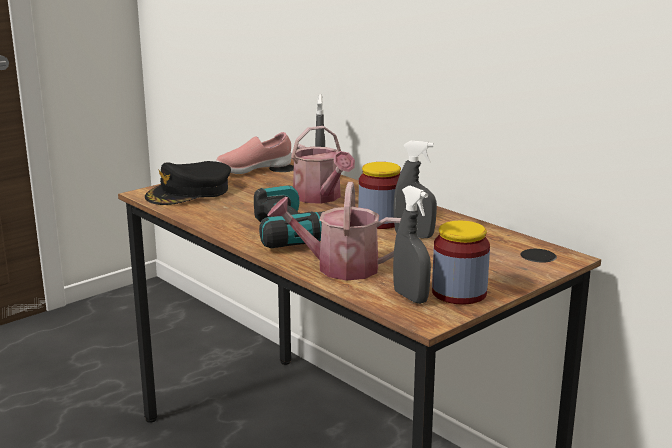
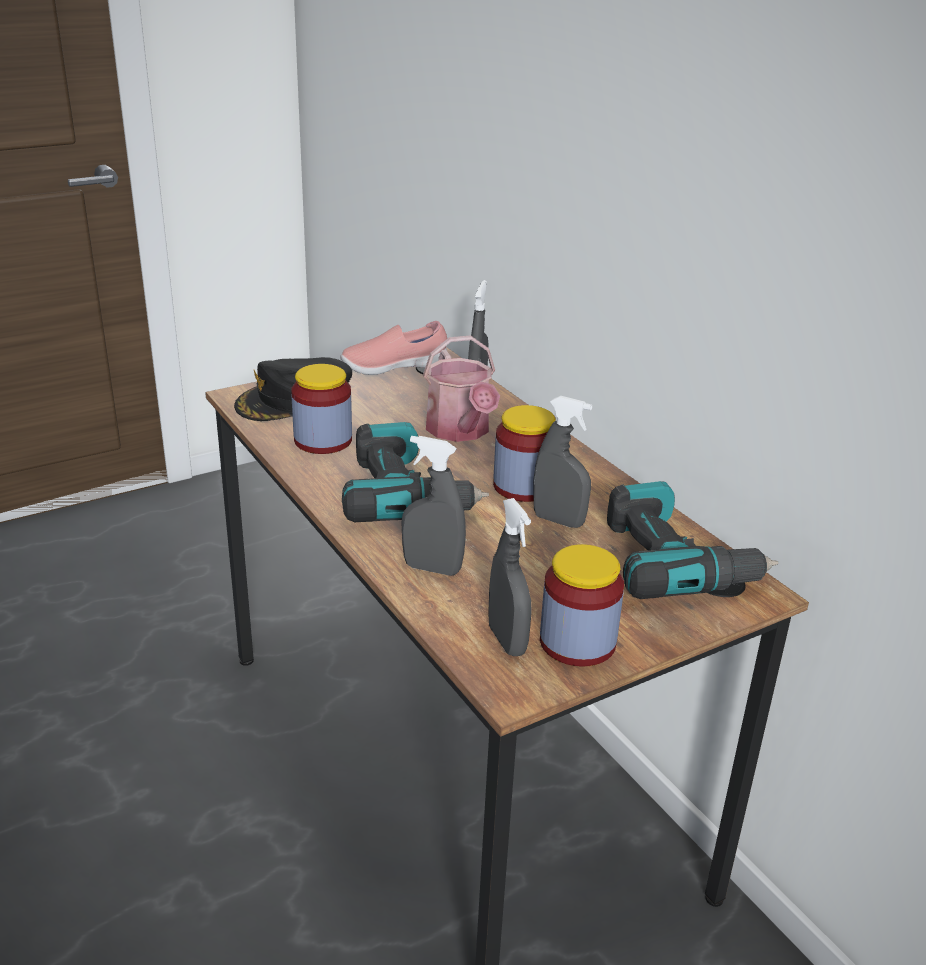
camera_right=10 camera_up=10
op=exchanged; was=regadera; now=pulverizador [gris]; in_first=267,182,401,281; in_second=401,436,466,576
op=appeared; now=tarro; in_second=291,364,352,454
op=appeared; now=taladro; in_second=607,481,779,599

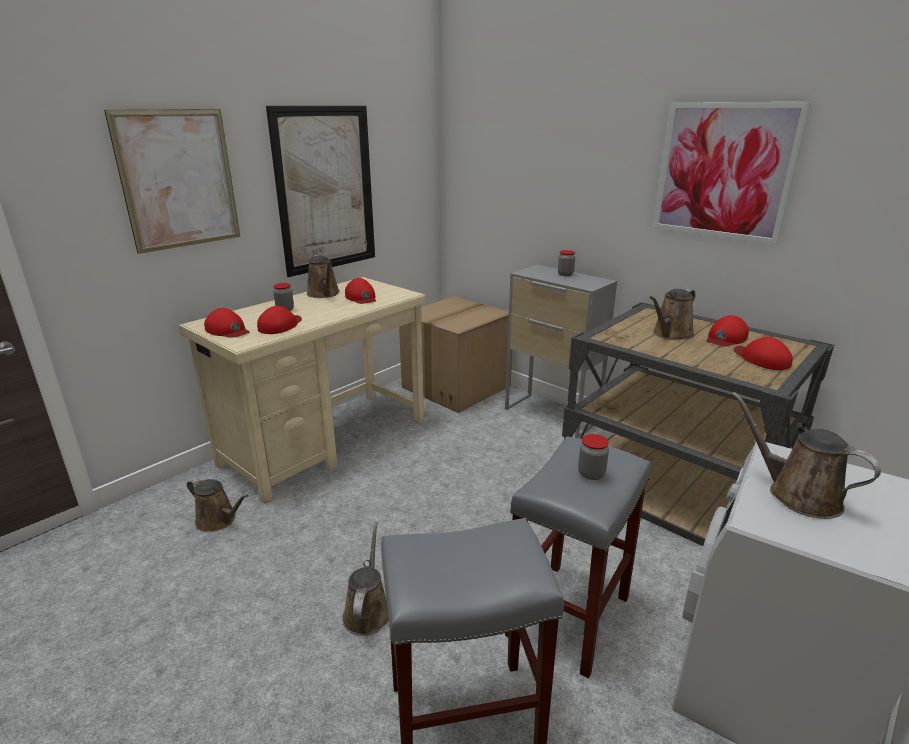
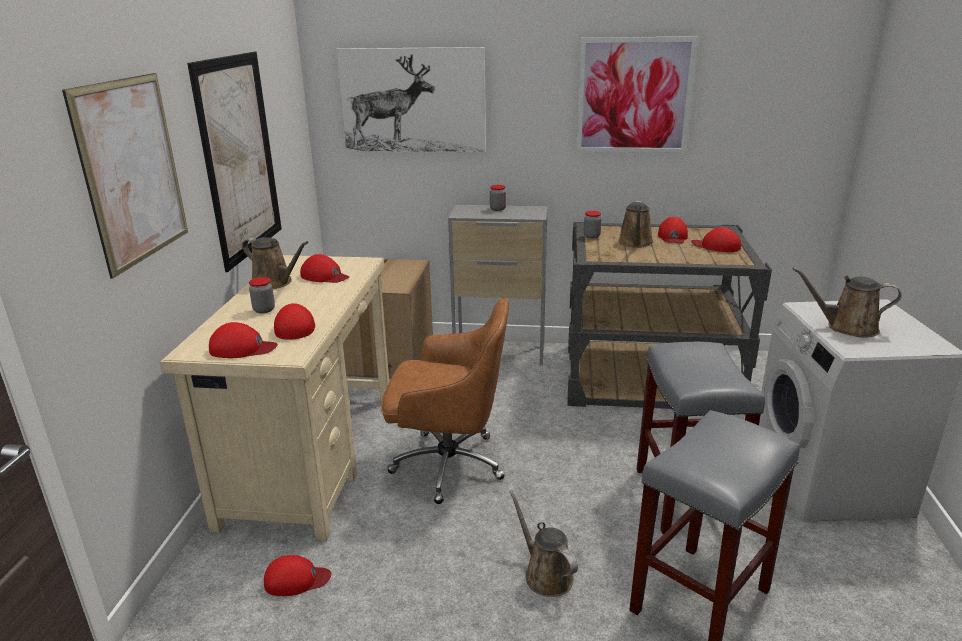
camera_right=-35 camera_up=0
op=relocated; was=tarro; in_first=578,434,609,480; in_second=584,211,602,238
op=exchanged; was=regadera [marrón]; now=gorra [rojo]; in_first=187,478,249,532; in_second=264,555,331,596
op=appeared; now=cuadro; in_second=336,47,486,152
op=appeared; now=silla de oficina [marrón]; in_second=381,298,509,504

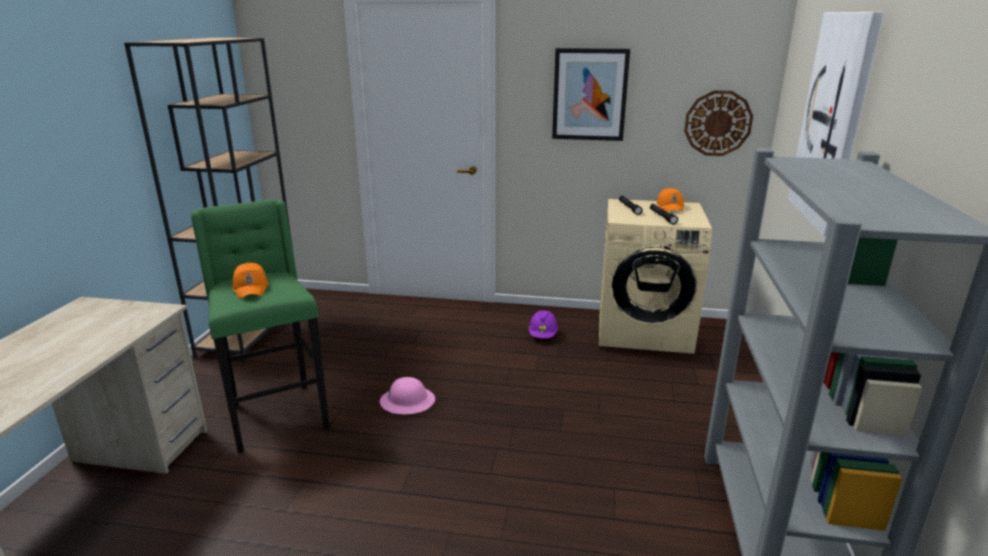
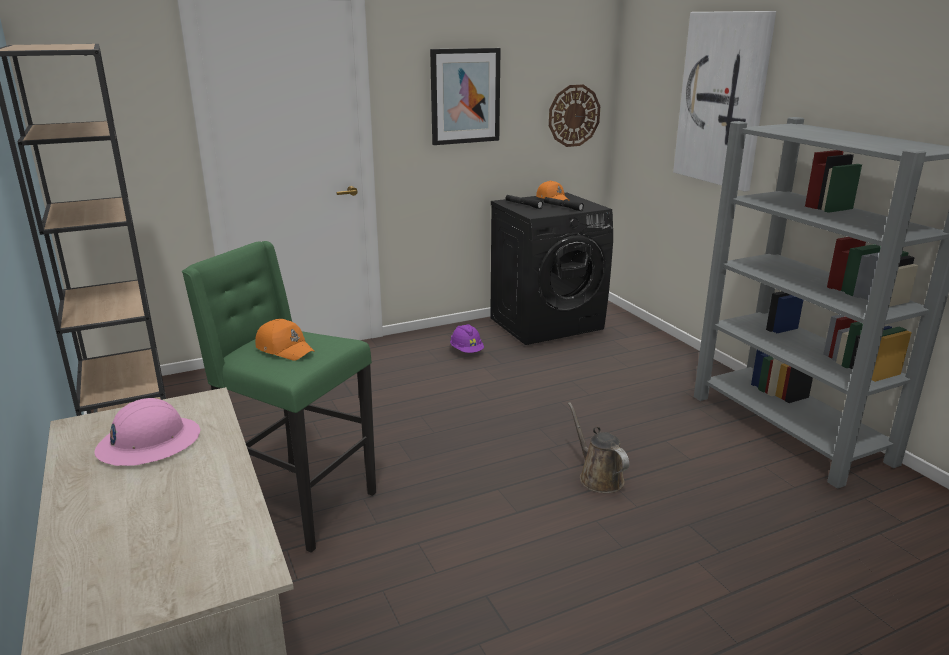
camera_right=-35 camera_up=0
op=colour; was=lavadora [beis]; now=lavadora [negro]; in_first=599,199,712,354; in_second=490,192,613,345
op=relocated; was=casco [rosa]; in_first=380,377,435,414; in_second=94,398,200,466
op=appeared; now=regadera [marrón]; in_second=568,402,629,493

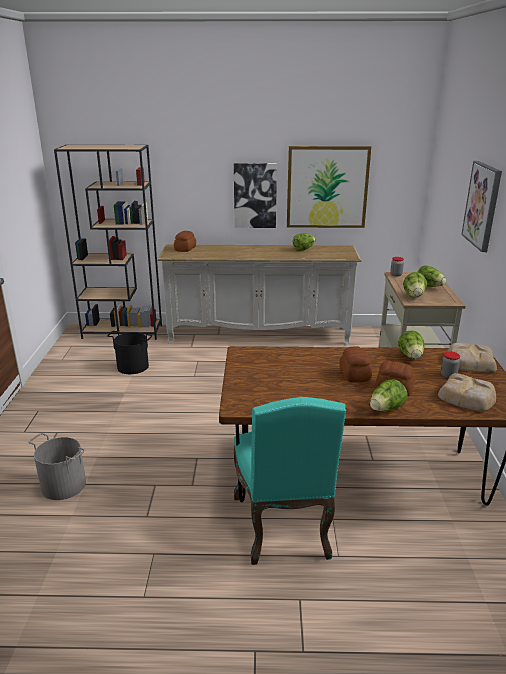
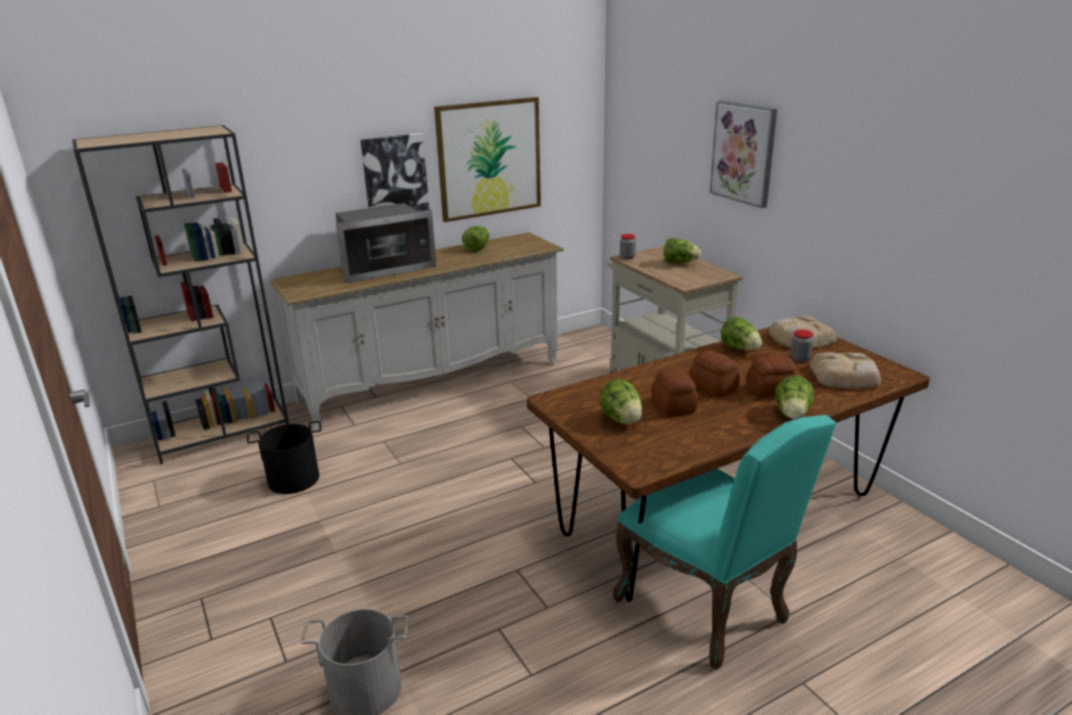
camera_right=-30 camera_up=0
op=relocated; was=pan; in_first=174,231,196,252; in_second=651,367,699,417
op=relocated; was=lechuga; in_first=403,272,427,298; in_second=599,379,642,424
op=appeared; now=microondas; in_second=335,203,436,283

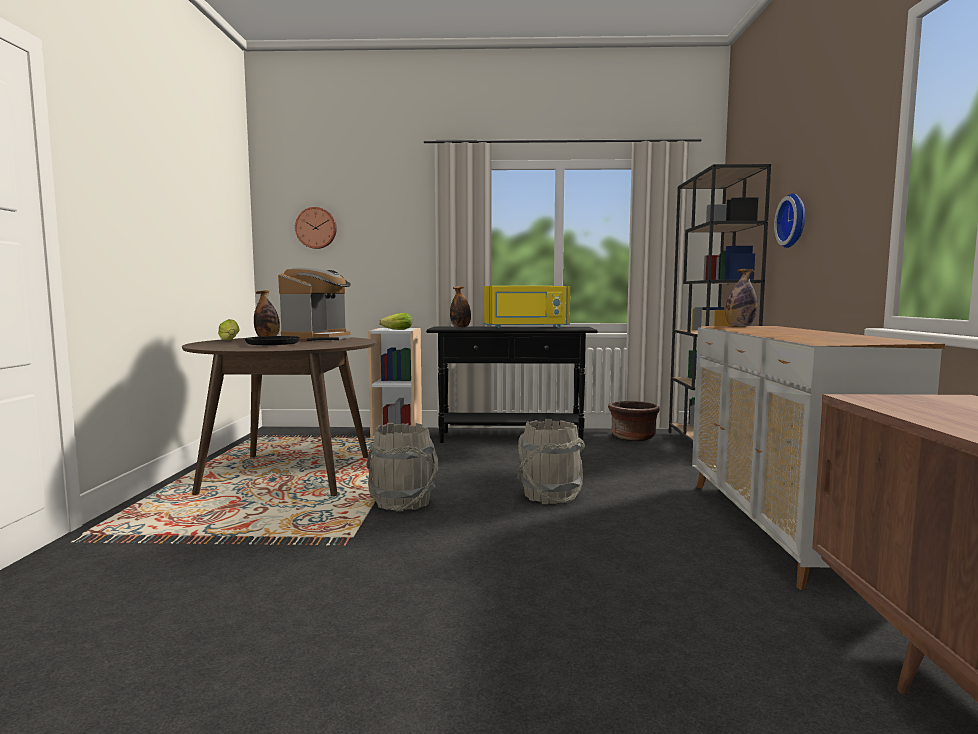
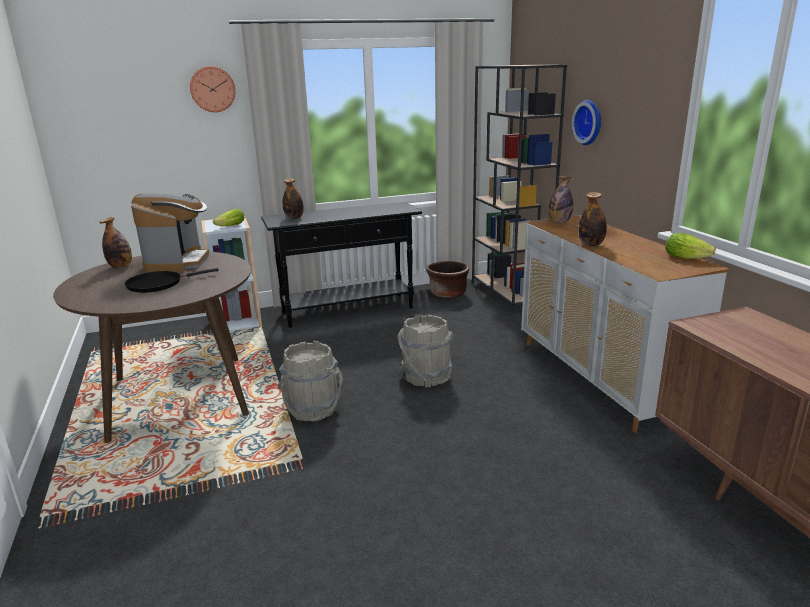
camera_right=-20 camera_up=15
op=relocated; was=reloj de pared; in_first=295,207,337,249; in_second=190,66,235,112
op=missing; was=microondas [amarillo]; in_first=483,286,570,328
op=relocated; was=lechuga; in_first=218,319,239,340; in_second=665,233,716,259
op=appeared; now=botella; in_second=578,192,607,246

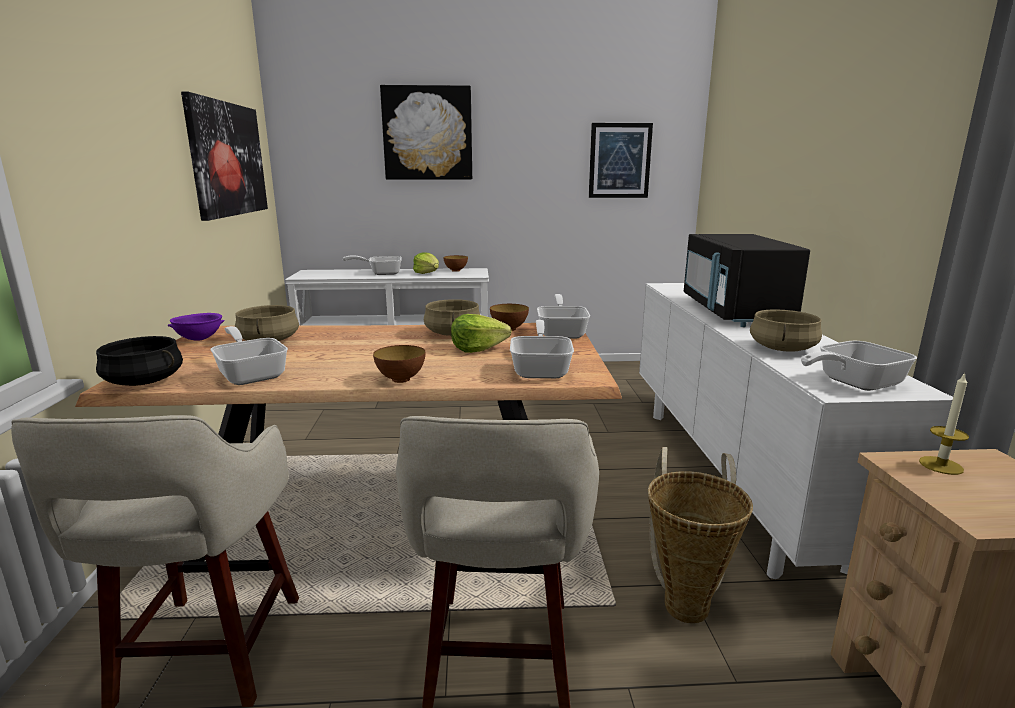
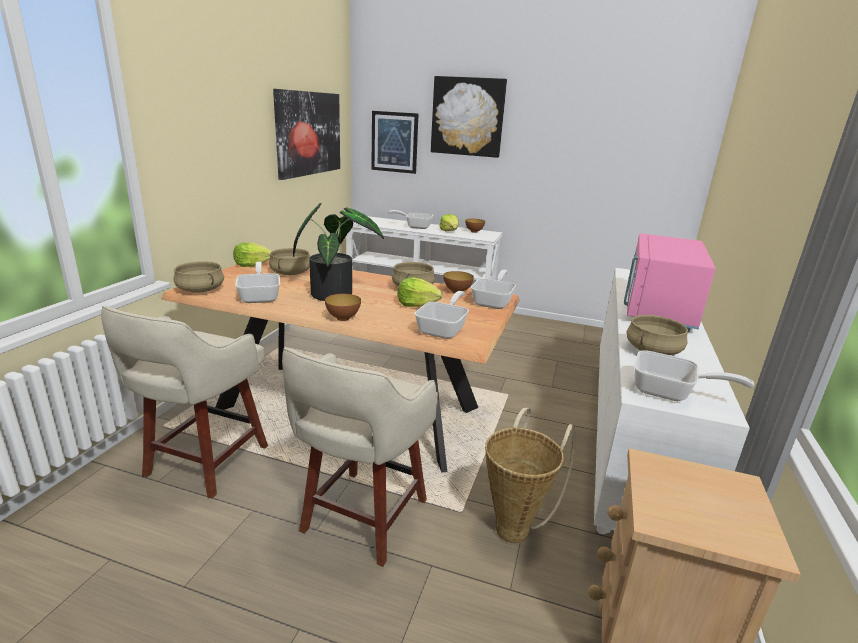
camera_right=20 camera_up=5
op=relocated; was=cuadro; in_first=589,123,653,198; in_second=371,111,418,174
op=colour; was=microondas [negro]; now=microondas [rosa]; in_first=684,234,810,327; in_second=624,233,716,332
op=exchanged; was=cuenco [morado]; now=lechuga; in_first=168,313,225,341; in_second=233,242,272,267
op=colour; was=olla [negro]; now=olla [beis]; in_first=96,336,183,386; in_second=173,261,224,293
op=spun; was=sartén; in_first=801,341,917,391; in_second=634,350,754,401; clockwise=-150
op=missing; was=vela; in_first=919,372,969,475
op=appeared; now=planta en maceta; in_second=293,203,384,301

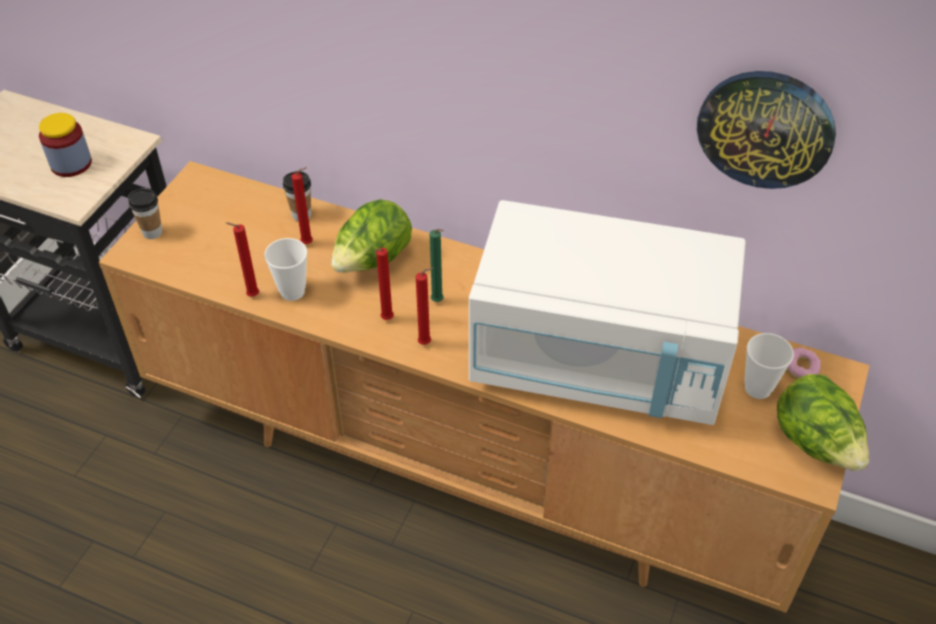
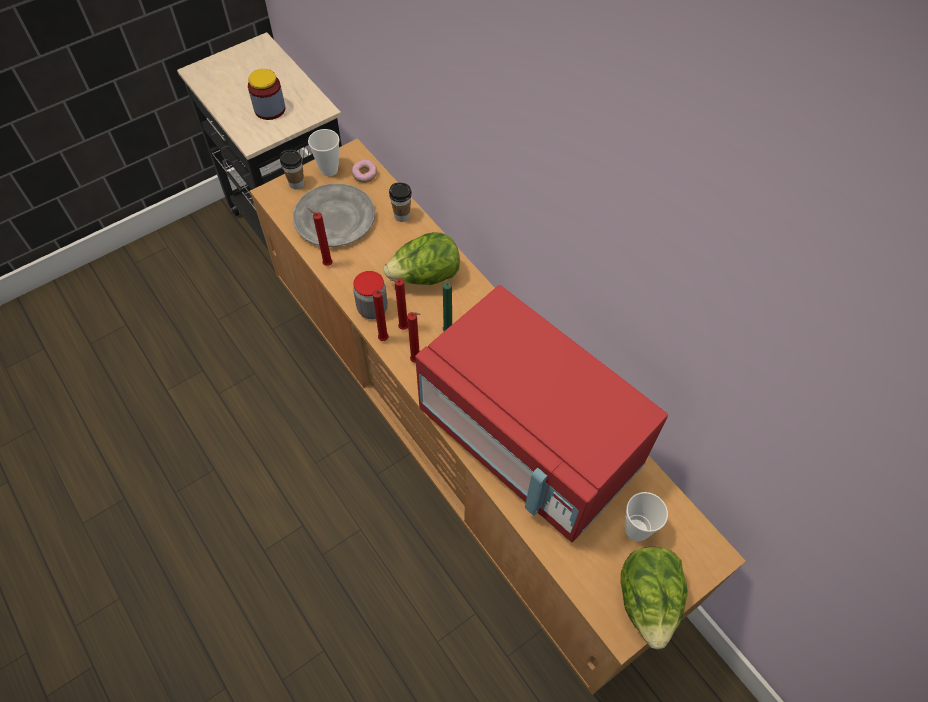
camera_right=30 camera_up=10
op=missing; was=reloj de pared; in_first=697,71,836,189
op=relocated; was=vela [rojo]; in_first=291,167,313,244; in_second=372,290,389,341
op=colour; was=microondas [blanco]; now=microondas [rojo]; in_first=469,200,746,425; in_second=415,285,668,542
op=relocated; was=taza; in_first=264,238,307,301; in_second=308,129,339,176
op=relocated; was=rosquilla; in_first=786,347,821,380; in_second=352,159,377,183
op=appeared; now=plato [gris]; in_second=293,183,375,247
op=appeared; now=tarro; in_second=353,271,388,319

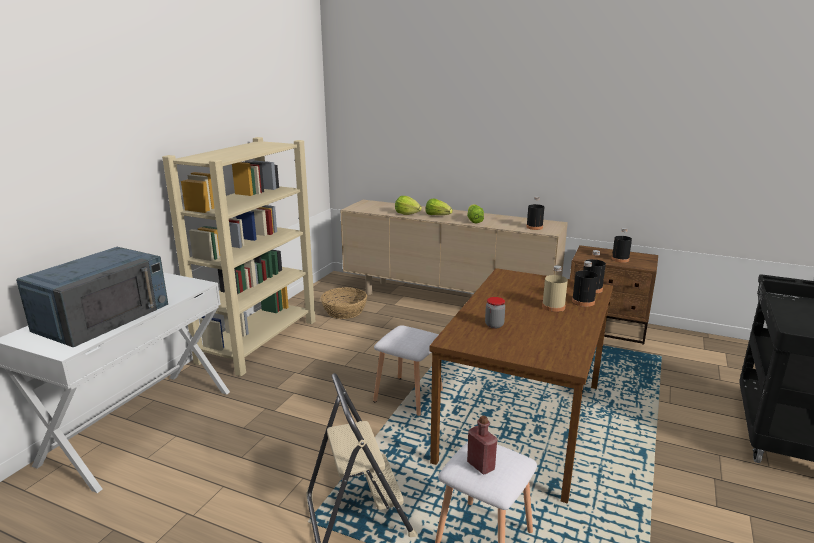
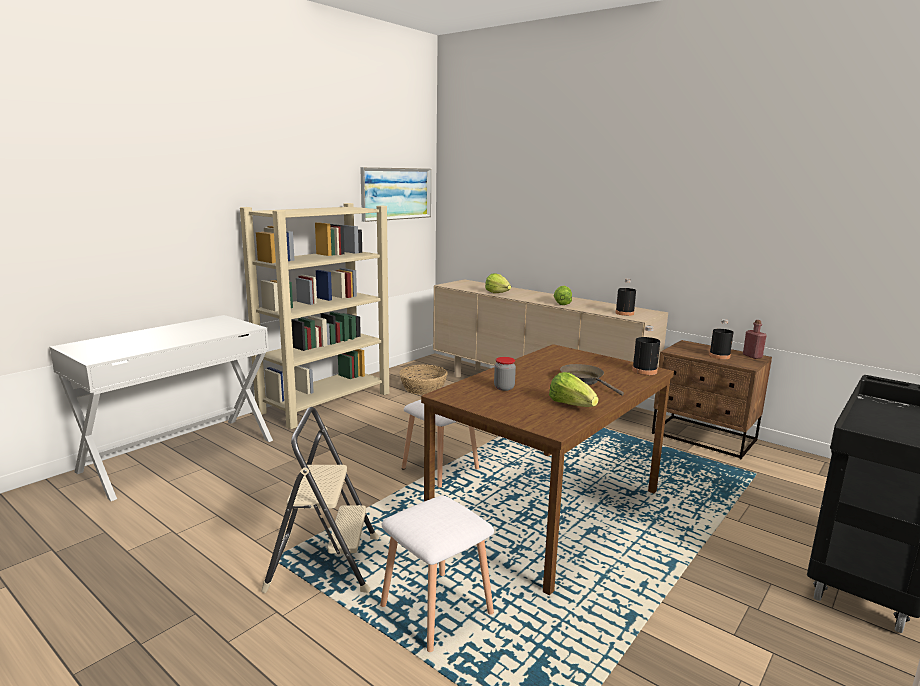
camera_right=15 camera_up=-5
op=relocated; was=lechuga; in_first=425,199,453,215; in_second=549,372,599,407
op=missing; was=microondas [azul]; in_first=16,247,168,347
op=missing; was=botella [negro]; in_first=572,261,598,307
op=exchanged; was=botella [beis]; now=sartén [marrón]; in_first=542,265,568,312; in_second=560,364,624,396
op=relocated; was=botella [rojo]; in_first=467,415,497,474; in_second=743,320,767,359
op=appeared; now=cuadro; in_second=360,167,431,222

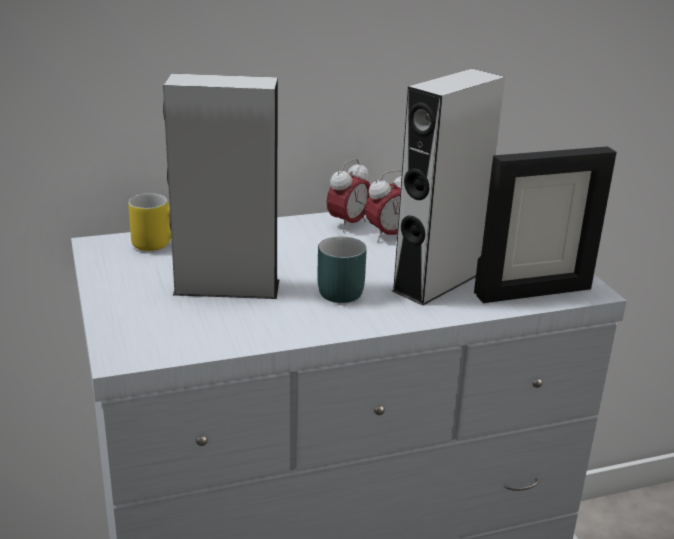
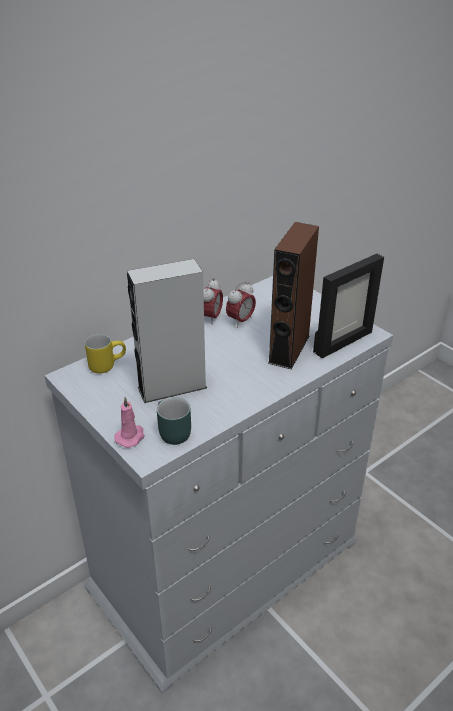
camera_right=-20 camera_up=10
op=colour; was=altavoz [gris]; now=altavoz [marrón]; in_first=392,69,505,306; in_second=268,222,319,369
op=relocated; was=taza grande [turquesa]; in_first=317,236,367,303; in_second=157,397,191,445
op=appeared; now=vela [rosa]; in_second=114,397,145,448

